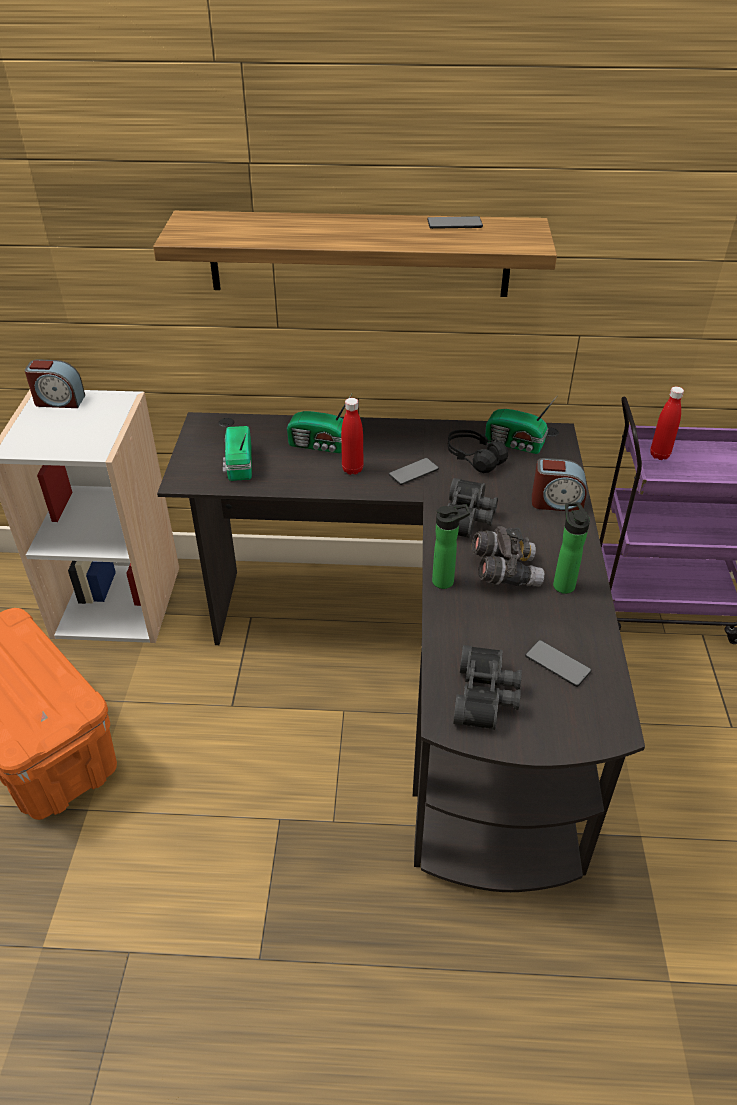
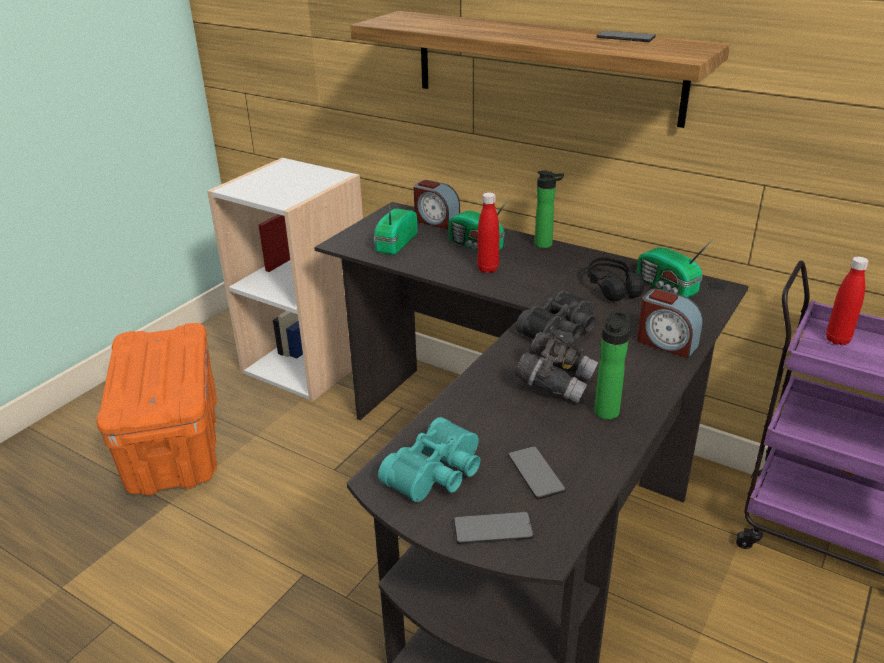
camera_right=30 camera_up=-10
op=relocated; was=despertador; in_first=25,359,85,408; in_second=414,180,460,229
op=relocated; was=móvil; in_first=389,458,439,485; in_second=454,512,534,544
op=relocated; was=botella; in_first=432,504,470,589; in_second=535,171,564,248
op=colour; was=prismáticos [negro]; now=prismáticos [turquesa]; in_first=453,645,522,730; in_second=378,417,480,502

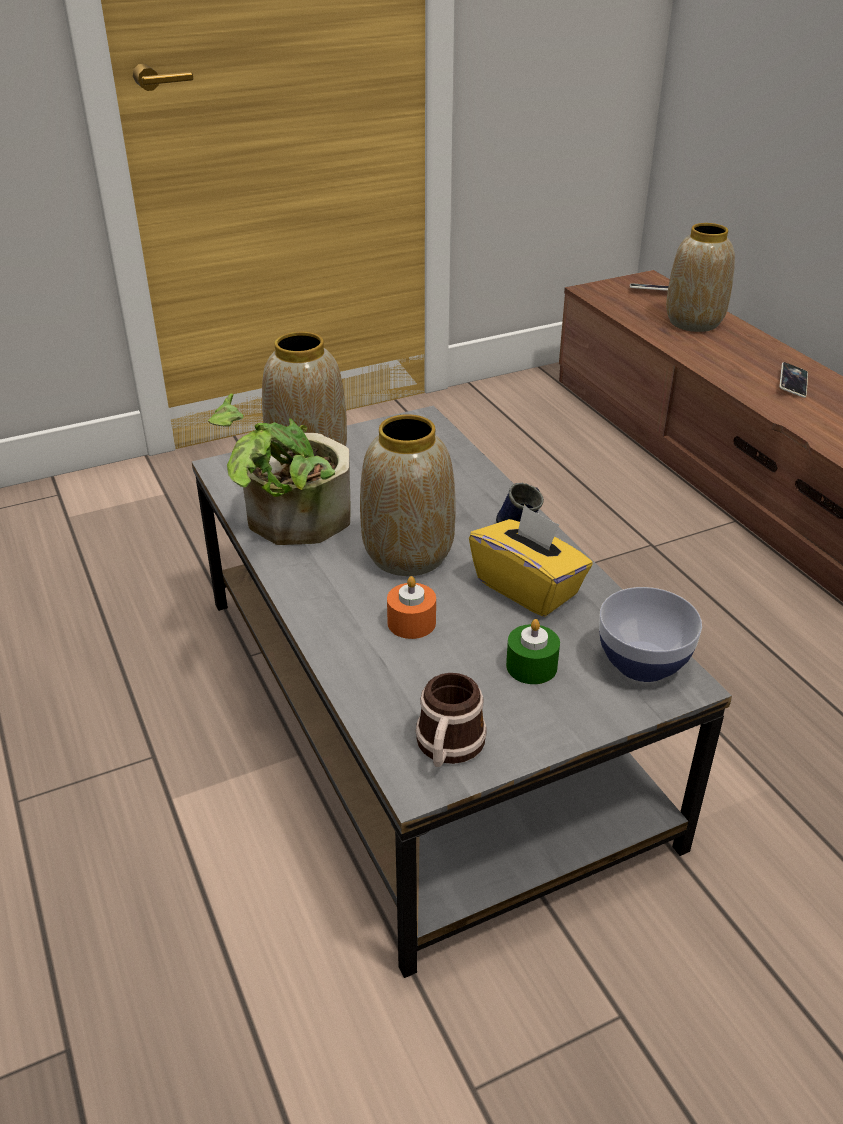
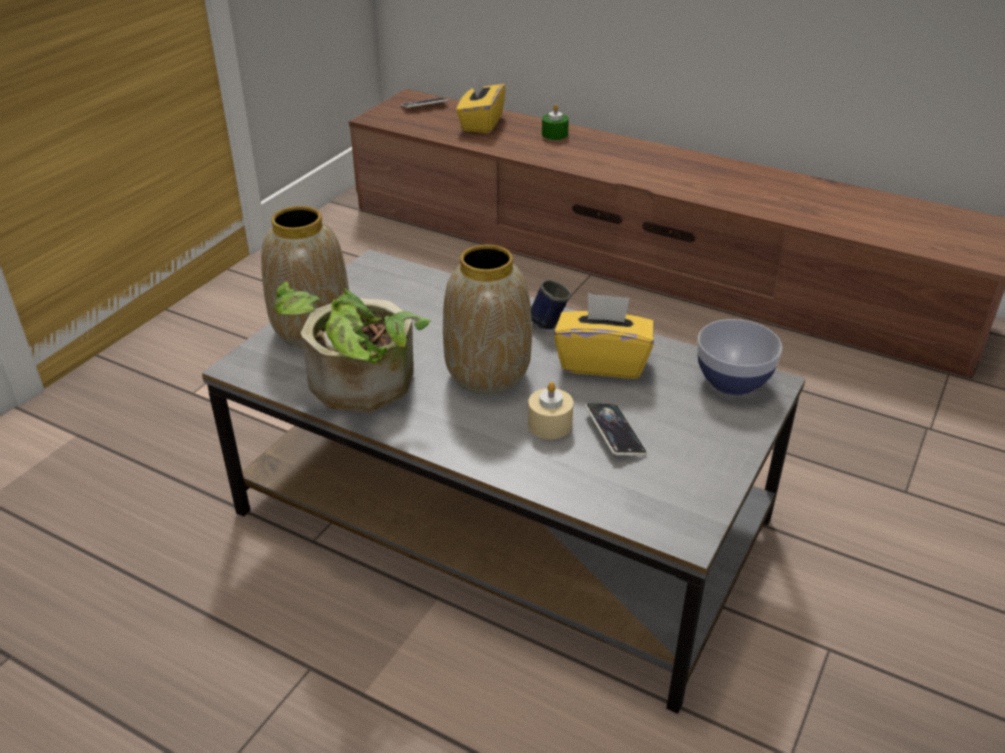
camera_right=-35 camera_up=0
op=exchanged; was=florero; now=caja de pañuelos [amarillo]; in_first=666,223,735,332; in_second=456,74,506,133
op=relocated; was=móvil; in_first=779,362,808,398; in_second=585,403,647,456
op=colour; was=vela [naranja]; now=vela [beis]; in_first=387,576,436,639; in_second=528,382,573,439
op=relocated; was=vela [verde]; in_first=506,619,560,684; in_second=542,104,569,140
op=missing; was=taza grande; in_first=416,673,487,767

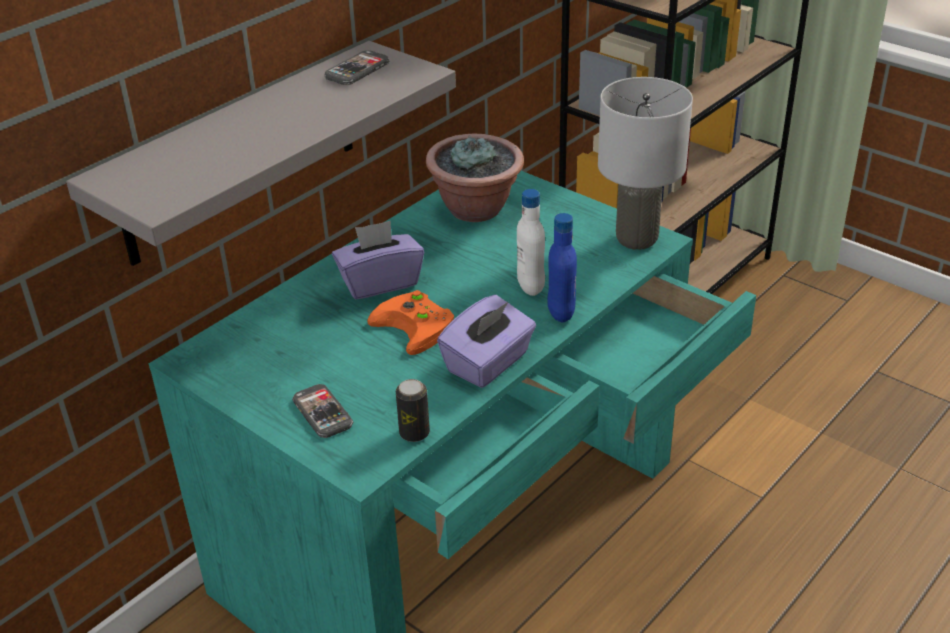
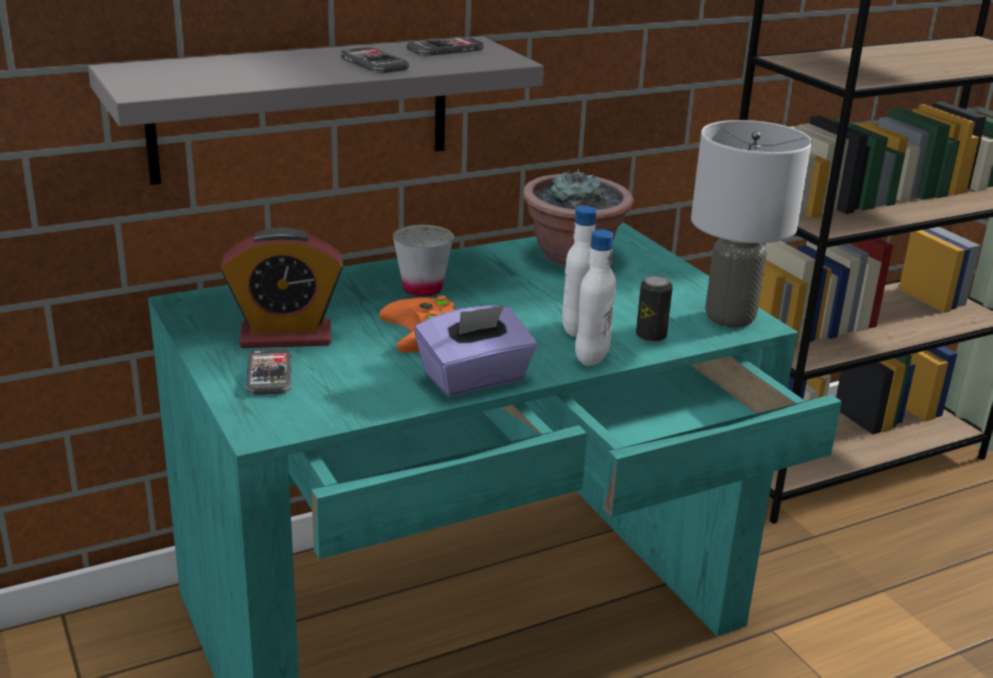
camera_right=20 camera_up=-10
op=colour; was=botella [azul]; now=botella [blanco]; in_first=547,213,577,322; in_second=575,229,616,366
op=exchanged; was=caja de pañuelos [morado]; now=taza [blanco]; in_first=332,221,424,299; in_second=393,225,454,297
op=relocated; was=lata; in_first=396,379,430,442; in_second=636,275,673,342
op=appeared; now=móvil; in_second=340,47,409,73
op=appeared; now=despertador; in_second=221,227,343,348

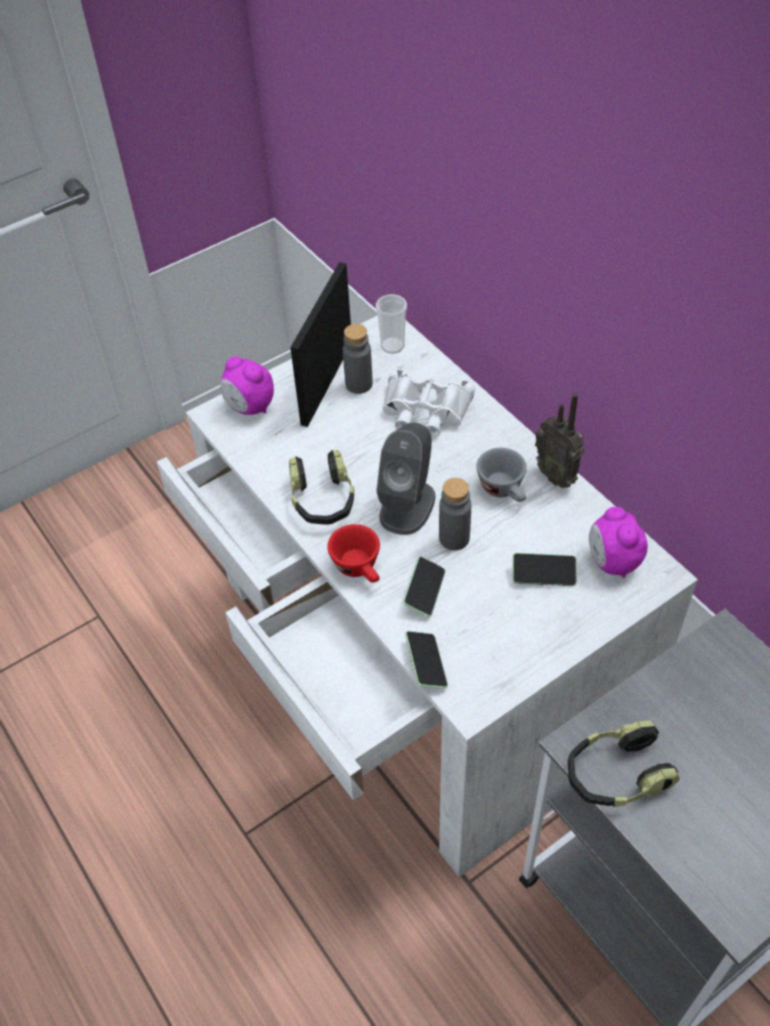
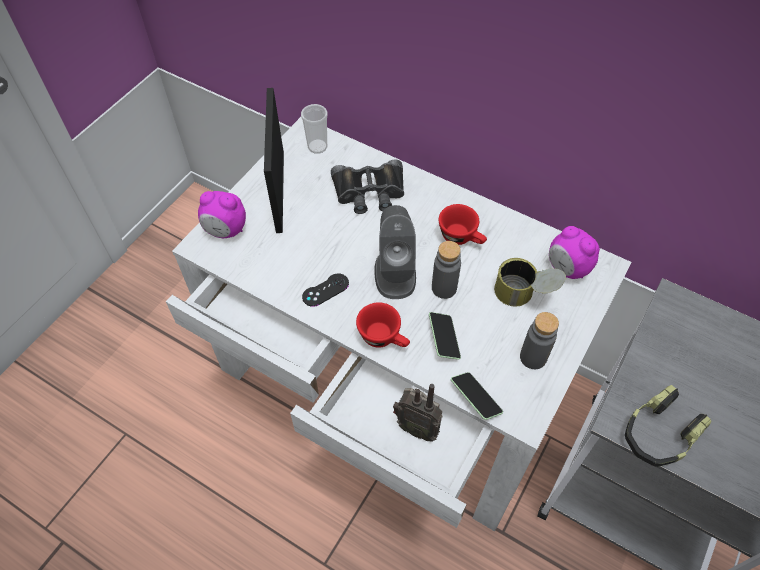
camera_right=-25 camera_up=5
op=relocated; was=botella [gris]; in_first=343,324,373,394; in_second=520,312,559,369
op=colour; was=prismáticos [blanco]; now=prismáticos [negro]; in_first=383,370,475,437; in_second=331,159,404,214
op=relocated; was=radio; in_first=535,393,584,488; in_second=393,384,443,441
op=colour; was=taza [gris]; now=taza [rojo]; in_first=476,448,527,502; in_second=439,204,487,245
op=exchanged; was=auriculares; now=mando de consola [negro]; in_first=289,450,354,525; in_second=302,273,349,307
op=exchanged; was=móvil; now=lata; in_first=512,553,577,586; in_second=494,258,566,307

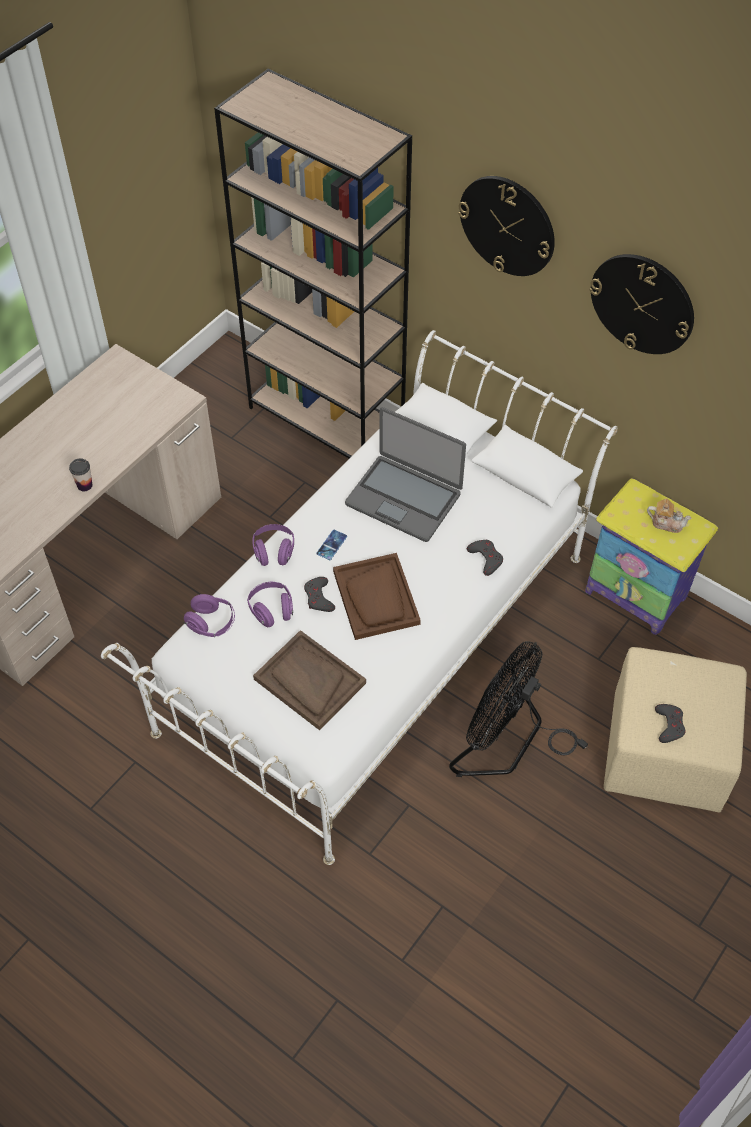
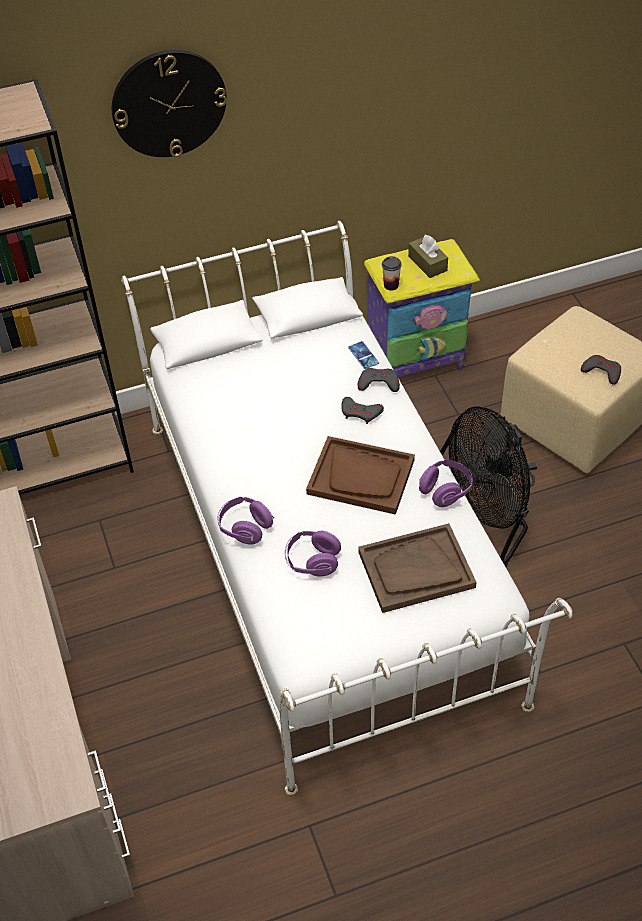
camera_right=-55 camera_up=-5
op=missing; was=reloj de pared; in_first=590,254,694,354
op=missing; was=portátil; in_first=345,407,466,542
op=relocated; was=taza; in_first=69,458,93,491; in_second=382,256,402,291
op=exchanged; was=tetera; now=caja de pañuelos [marrón]; in_first=647,498,692,533; in_second=408,235,448,278
op=relocated; was=móvil; in_first=316,530,347,560; in_second=348,341,379,369
op=relocated; was=mando de consola [gris]; in_first=304,577,335,612; in_second=341,397,384,424
op=relocated; was=auriculares [morado]; in_first=184,594,235,637; in_second=419,460,473,507

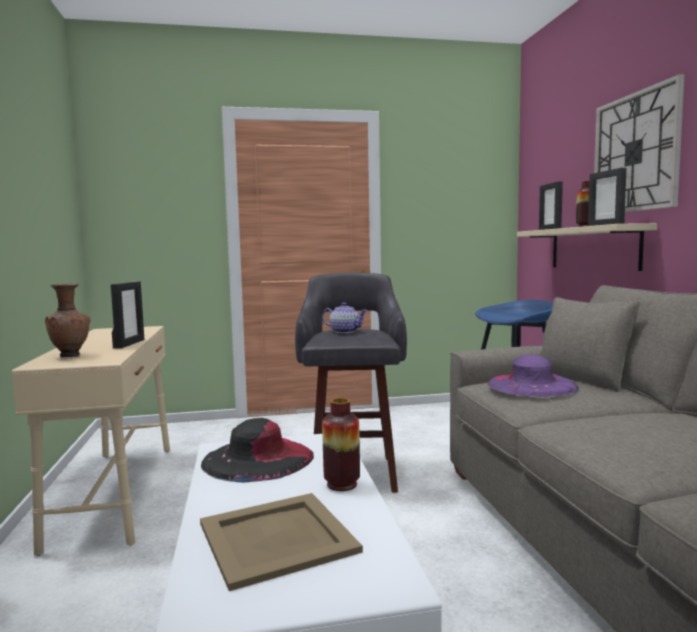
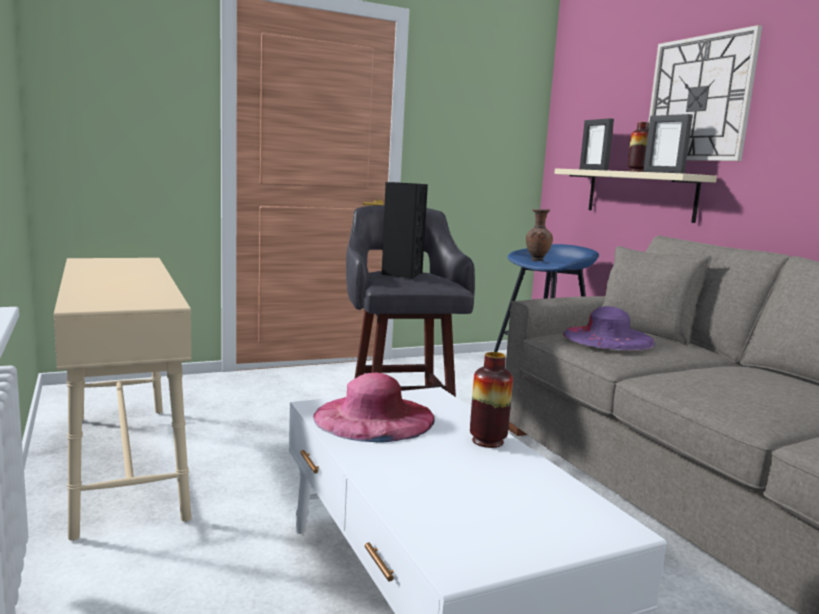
camera_right=-15 camera_up=5
op=missing; was=portarretratos; in_first=111,281,145,349
op=relocated; was=florero [marrón]; in_first=45,283,91,357; in_second=526,209,553,261
op=exchanged; was=tetera; now=altavoz [negro]; in_first=322,302,368,333; in_second=381,182,428,279
op=colour; was=sombrero [negro]; now=sombrero [rosa]; in_first=201,418,314,482; in_second=313,372,435,442
op=missing; was=bandeja [beis]; in_first=200,493,363,591

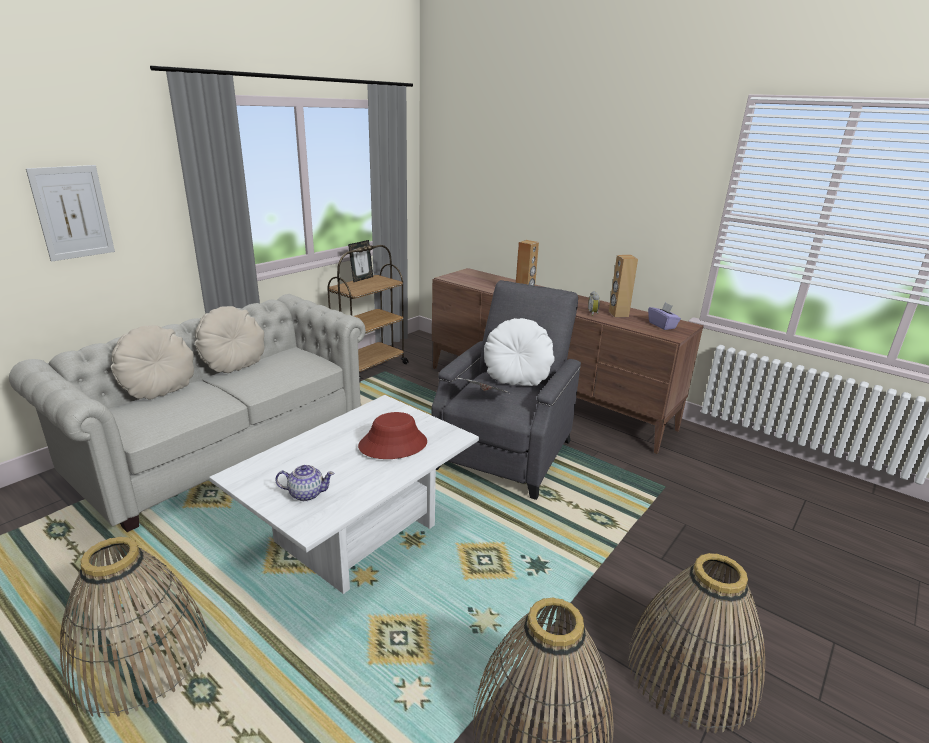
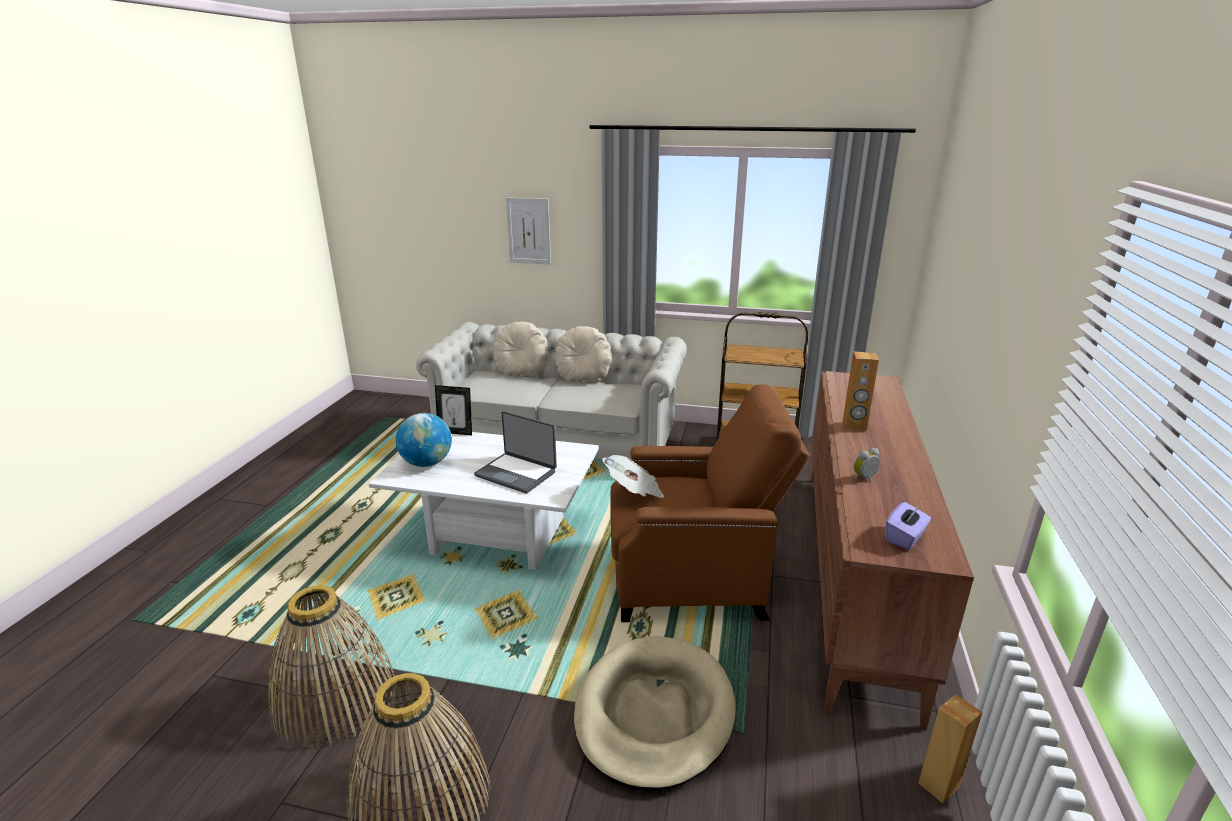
camera_right=65 camera_up=0
op=relocated; was=portarretratos; in_first=348,240,373,282; in_second=435,385,472,435
op=relocated; was=altavoz [marrón]; in_first=609,255,638,317; in_second=918,694,983,803
op=colour; was=sillón [gris]; now=sillón [marrón]; in_first=432,280,581,500; in_second=610,384,810,622
op=missing; was=cojín [blanco]; in_first=484,318,555,386
op=exchanged; was=sombrero [rojo]; now=portátil; in_first=358,412,427,459; in_second=474,411,557,494
op=exchanged; was=tetera; now=globo terráqueo; in_first=275,465,334,501; in_second=396,413,452,467
op=missing; was=cesta; in_first=60,537,208,718
op=appeared; now=cama para perro [beis]; in_second=574,636,736,791

